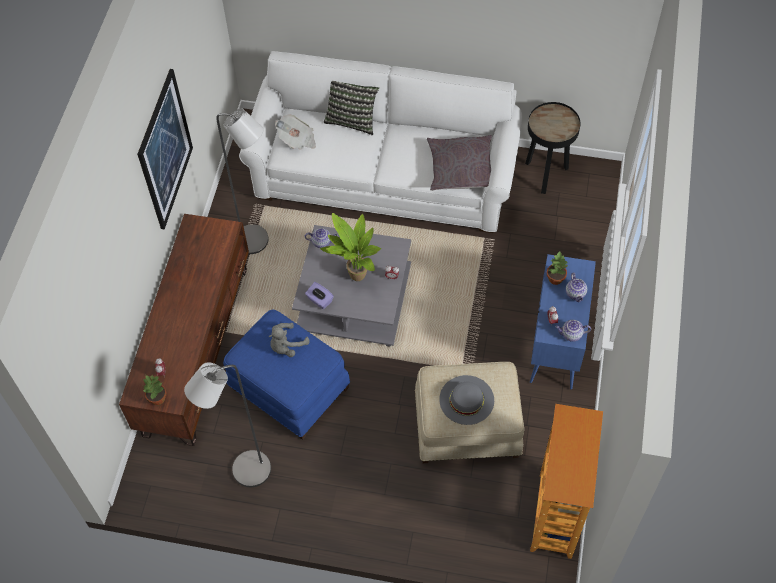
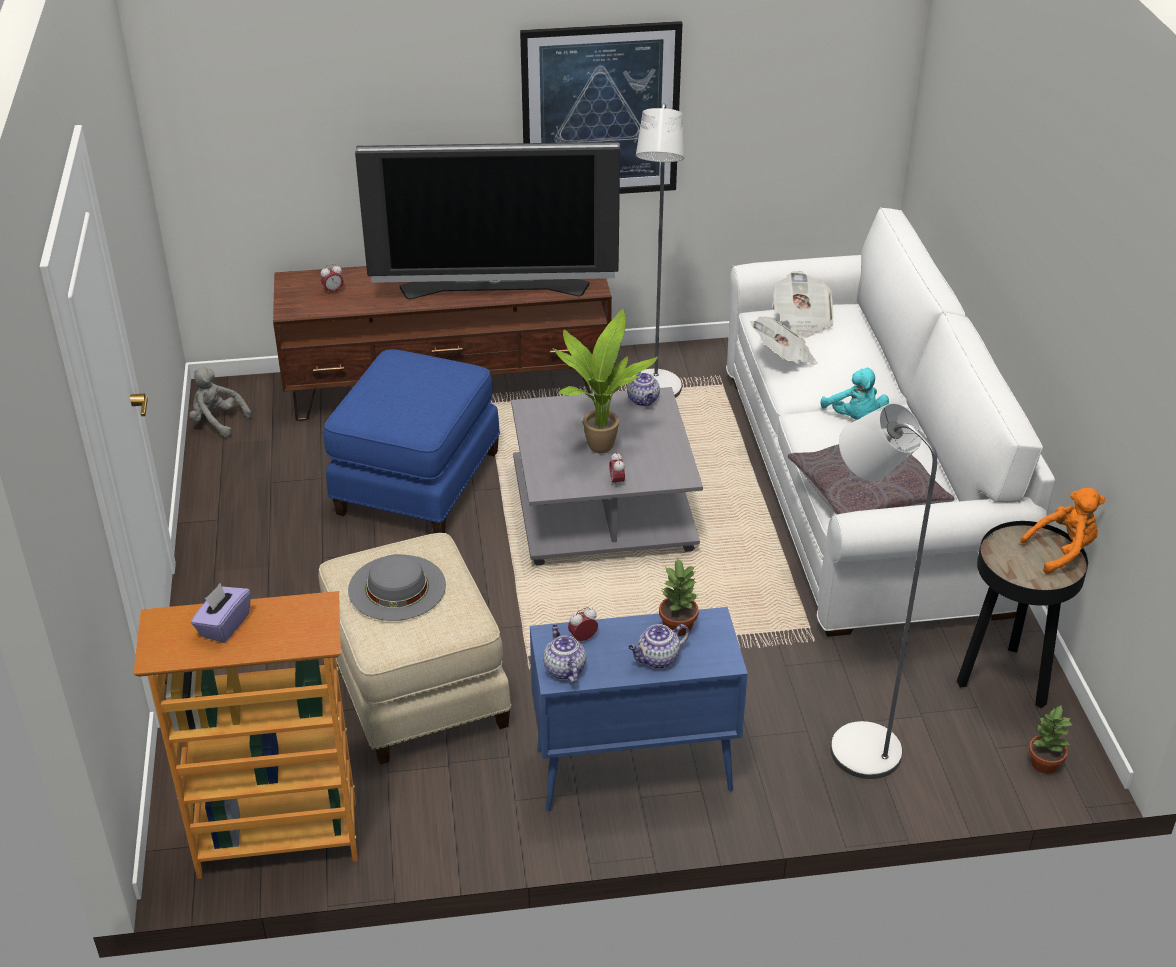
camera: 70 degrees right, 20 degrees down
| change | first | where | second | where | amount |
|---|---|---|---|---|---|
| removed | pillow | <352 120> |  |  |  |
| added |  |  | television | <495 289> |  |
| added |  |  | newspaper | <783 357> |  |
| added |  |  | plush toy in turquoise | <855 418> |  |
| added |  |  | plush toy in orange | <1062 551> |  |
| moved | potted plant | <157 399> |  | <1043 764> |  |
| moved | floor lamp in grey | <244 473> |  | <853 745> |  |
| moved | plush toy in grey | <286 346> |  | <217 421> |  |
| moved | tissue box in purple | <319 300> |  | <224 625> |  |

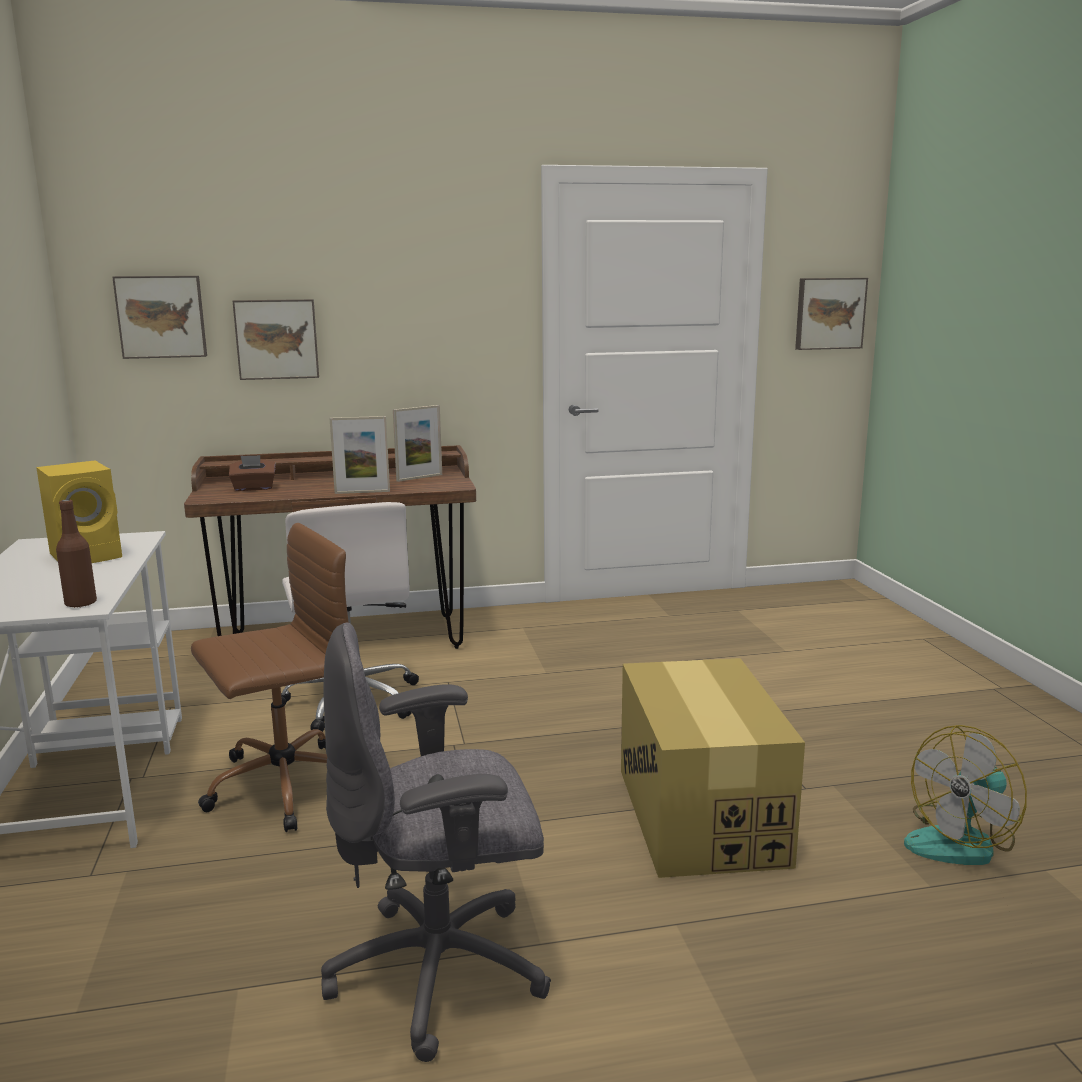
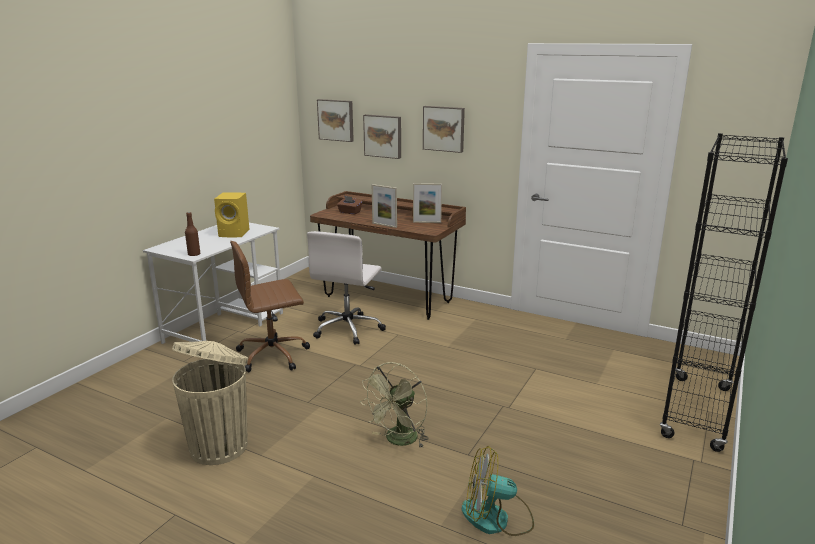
camera: 40 degrees right, 5 degrees up
| change | first | where | second | where | amount |
|---|---|---|---|---|---|
| added |  |  | bookcase in black | <697 412> |  |
| moved | picture | <829 313> |  | <444 128> |  |
| replaced | office chair in grey | <442 971> | trash can in beige | <220 446> |  |
| replaced | cardboard box | <700 815> | fan in green | <398 441> |  |
| turned | office chair in brown | <281 786> |  | <274 355> | 150 degrees clockwise |

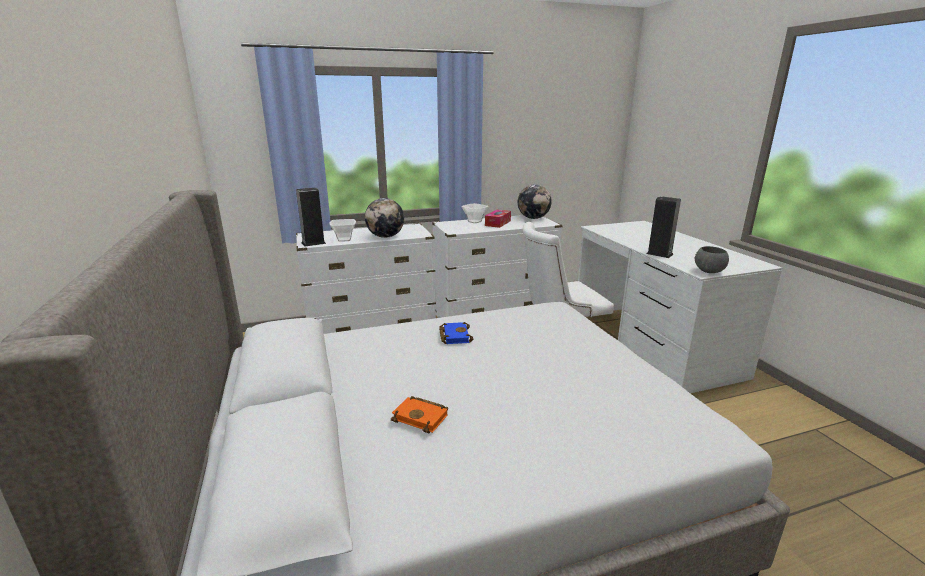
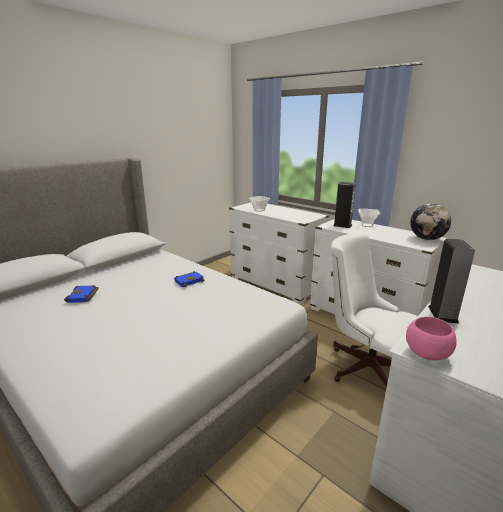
camera: 60 degrees right, 0 degrees up
| change | first | where | second | where | amount |
|---|---|---|---|---|---|
| removed | globe | <385 236> |  |  |  |
| removed | tissue box | <498 223> |  |  |  |
| moved | speaker | <313 243> |  | <342 225> |  |
| recoloured | book in orange | <422 417> | book in blue | <83 296> |  |
| recoloured | bowl in grey | <708 272> | bowl in pink | <426 354> |  |

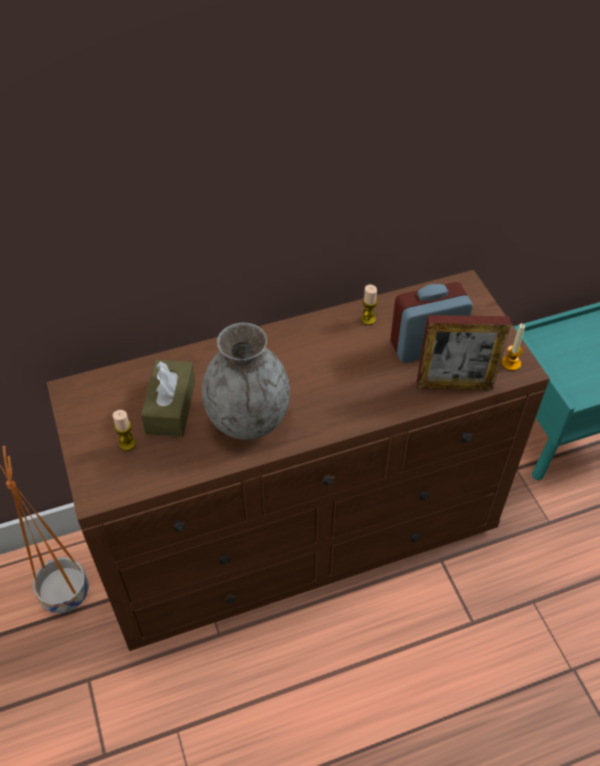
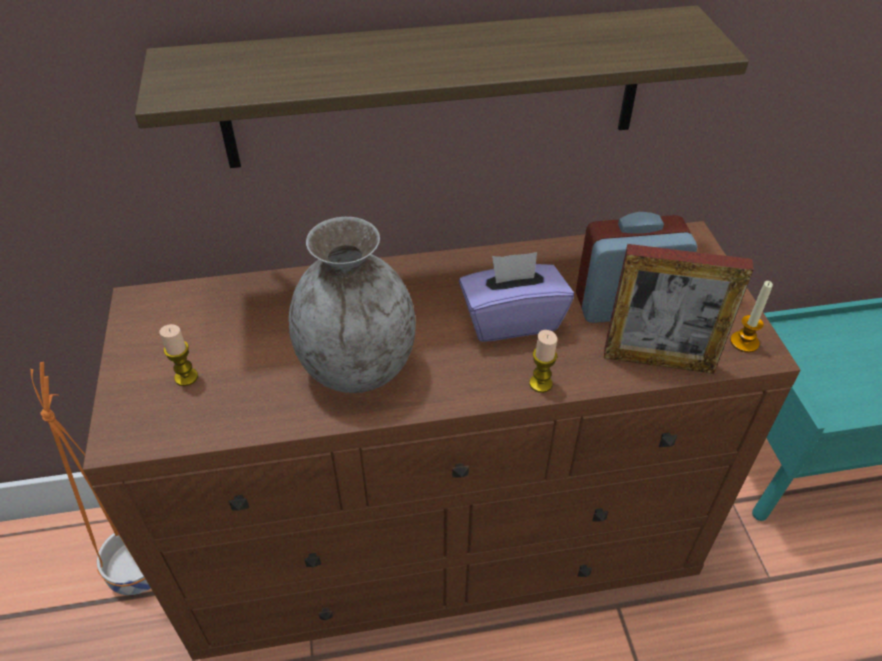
camera: 10 degrees right, 5 degrees down
| change | first | where | second | where | amount |
|---|---|---|---|---|---|
| removed | tissue box in brown | <170 407> |  |  |  |
| added |  |  | shelf | <434 89> |  |
| added |  |  | tissue box in purple | <511 319> |  |
| moved | candle | <368 319> |  | <540 383> |  |

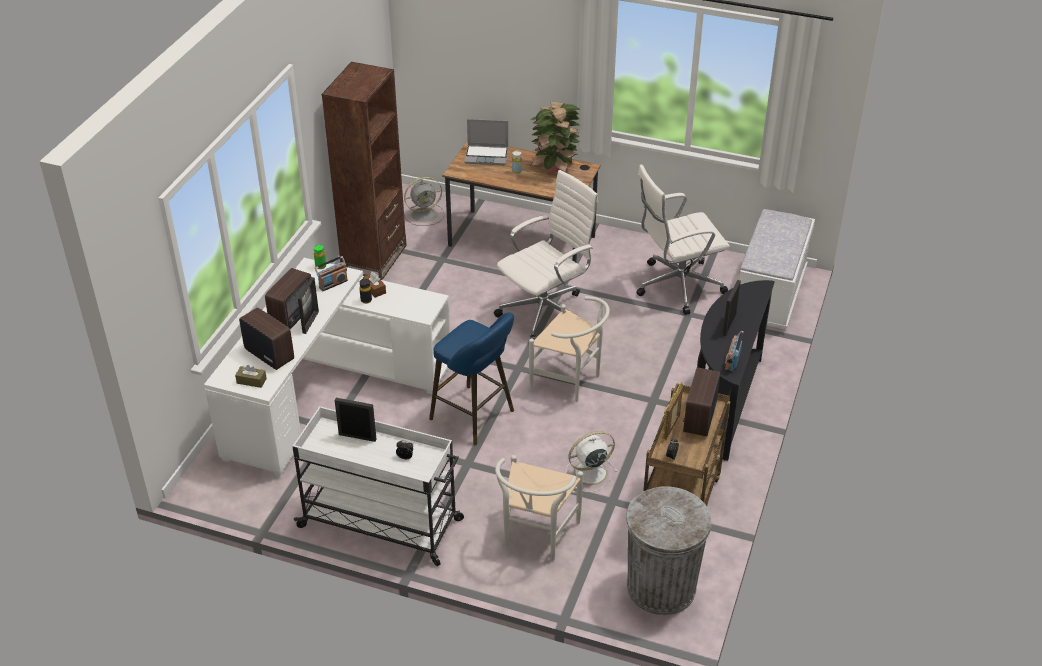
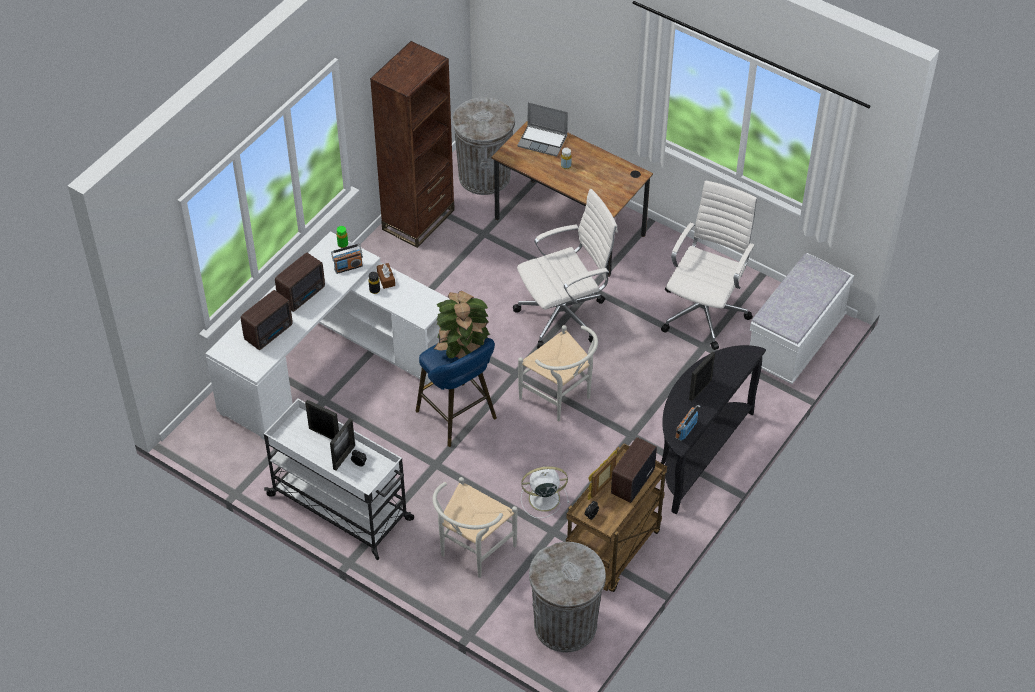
camera: 15 degrees right, 10 degrees up
| change | first | where | second | where | amount |
|---|---|---|---|---|---|
| removed | tissue box in brown | <251 381> |  |  |  |
| moved | picture frame | <310 322> |  | <344 457> |  |
| moved | potted plant | <554 169> |  | <462 353> |  |
| replaced | fan in grey | <425 214> | trash can in grey | <484 176> |  |
| turned | radio | <269 353> |  | <270 332> | 75 degrees clockwise |
| turned | office chair in white | <676 286> |  | <705 311> | 120 degrees clockwise |

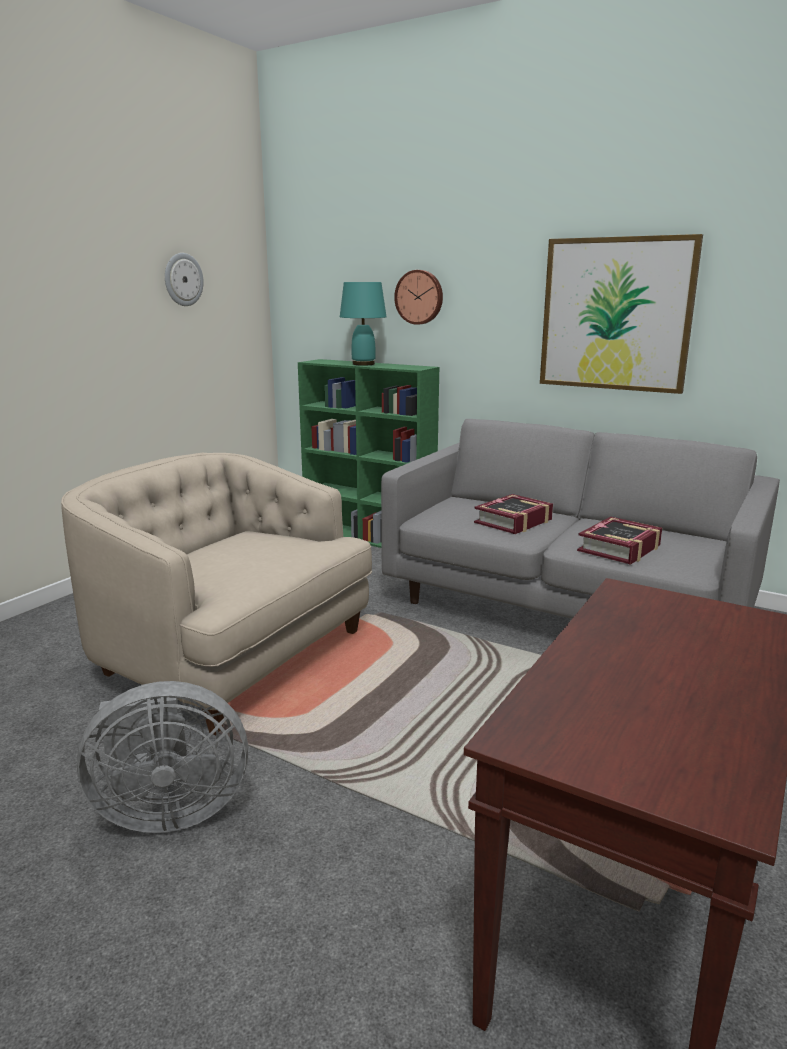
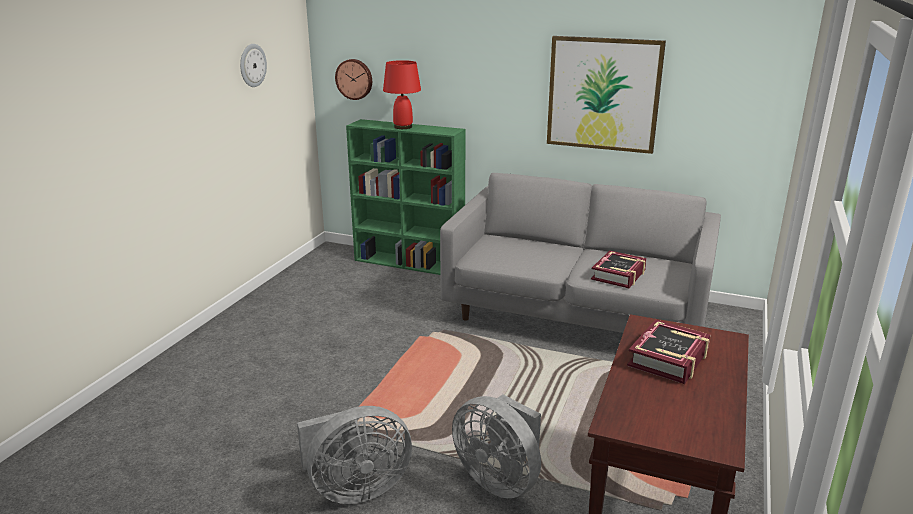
camera: 10 degrees left, 5 degrees up
| change | first | where | second | where | amount |
|---|---|---|---|---|---|
| removed | armchair in beige | <231 657> |  |  |  |
| added |  |  | fan in grey | <499 479> |  |
| moved | wall clock | <419 297> |  | <354 79> |  |
| moved | book | <513 521> |  | <669 359> |  |
| recoloured | table lamp in turquoise | <364 364> | table lamp in red | <403 127> |  |

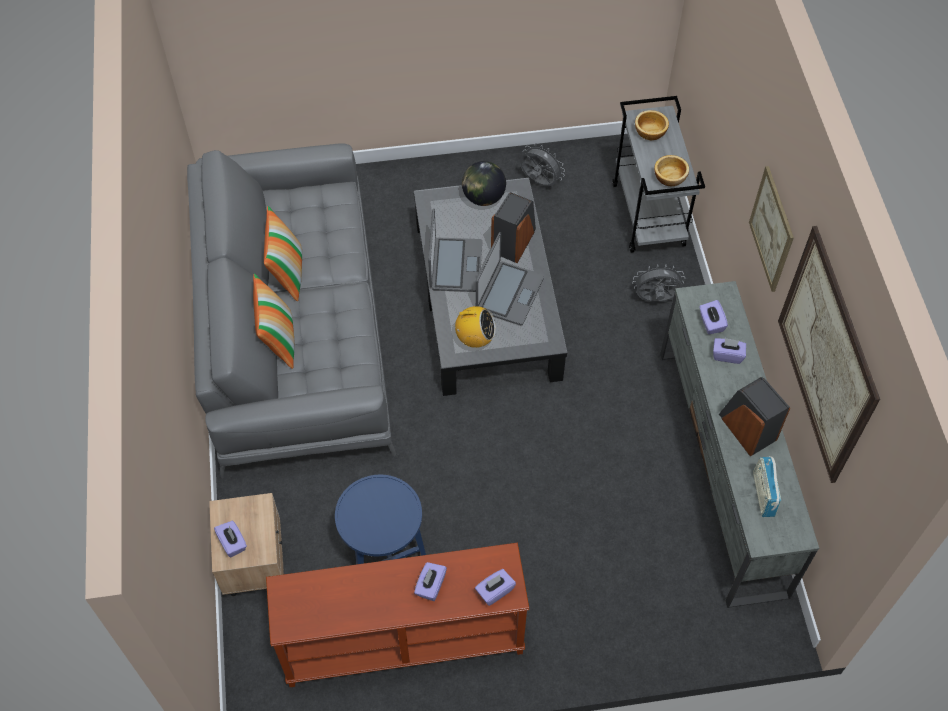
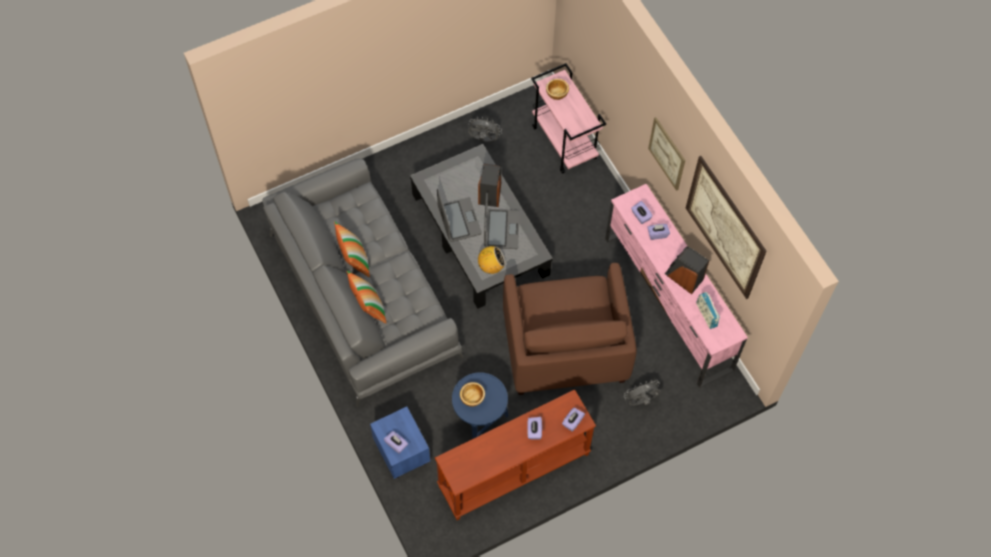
camera: 20 degrees left, 5 degrees up
| change | first | where | second | where | amount |
|---|---|---|---|---|---|
| removed | globe | <483 197> |  |  |  |
| added |  |  | armchair in brown | <564 346> |  |
| moved | fan in grey | <655 300> |  | <641 401> |  |
| moved | bowl | <670 177> |  | <472 397> |  |
| recoloured | nightstand in beige | <254 561> | nightstand in blue | <402 452> |  |
| recoloured | cart in grey | <649 215> | cart in pink | <565 143> |  |
| recoloured | tv stand in grey | <721 471> | tv stand in pink | <668 303> |  |

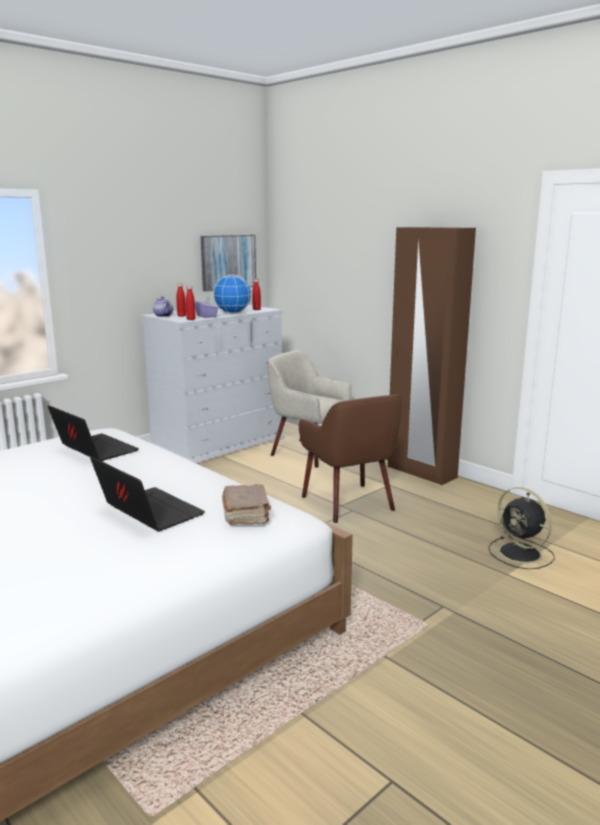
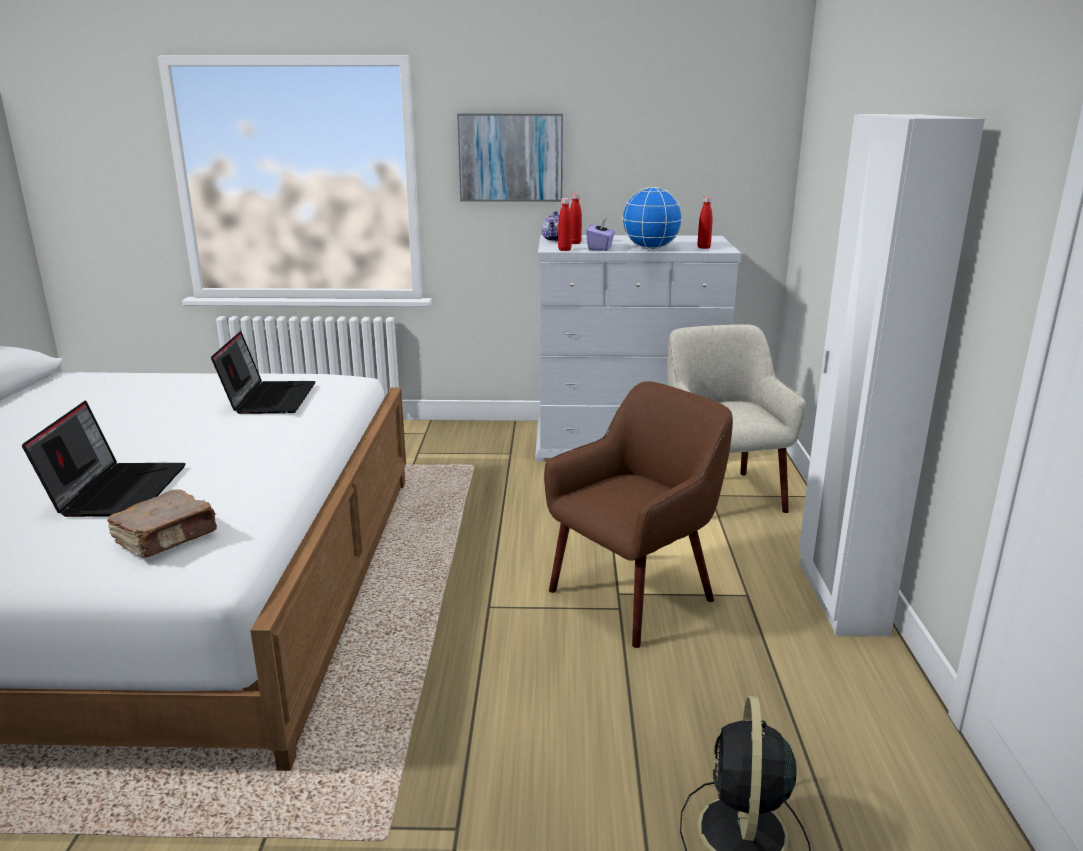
camera: 45 degrees right, 5 degrees up
| change | first | where | second | where | amount |
|---|---|---|---|---|---|
| moved | picture | <228 262> |  | <511 157> |  |
| recoloured | wardrobe in brown | <421 472> | wardrobe in white | <839 598> |  |
| turned | armchair in brown | <349 503> |  | <634 595> | 150 degrees counterclockwise |

